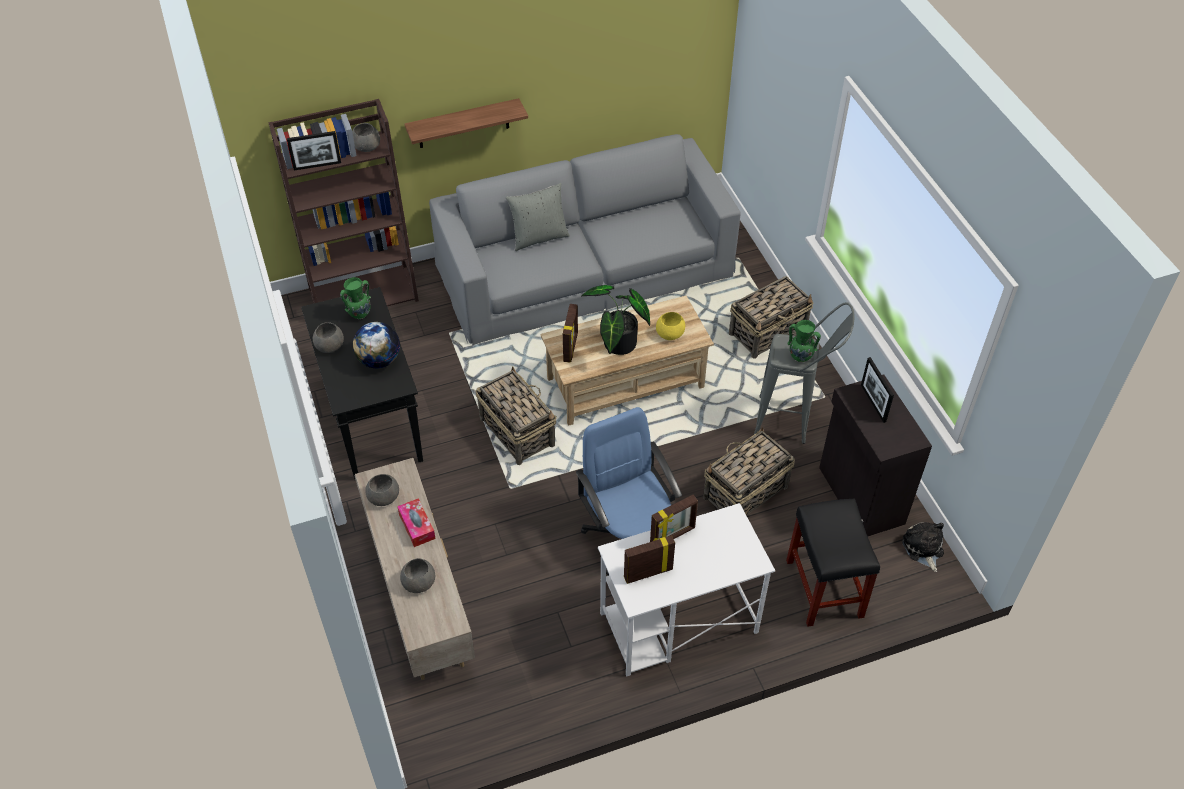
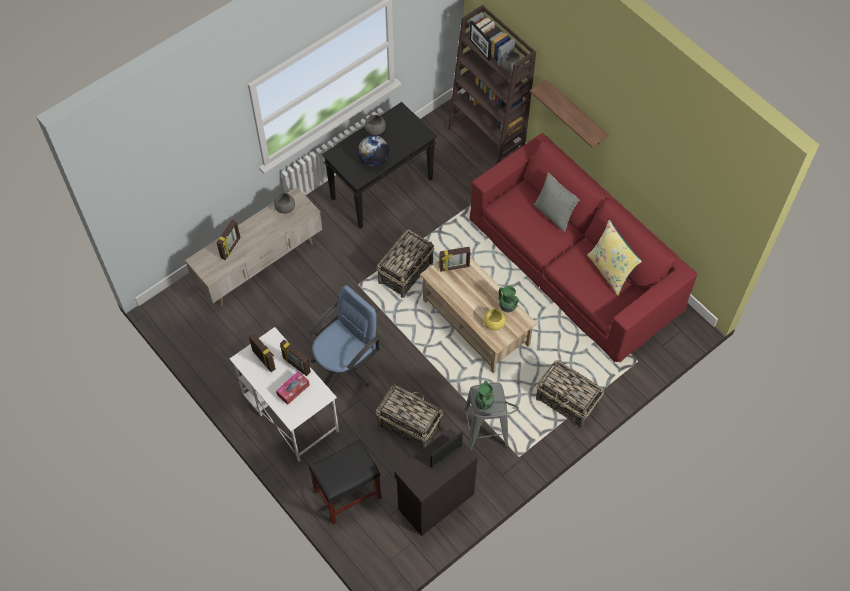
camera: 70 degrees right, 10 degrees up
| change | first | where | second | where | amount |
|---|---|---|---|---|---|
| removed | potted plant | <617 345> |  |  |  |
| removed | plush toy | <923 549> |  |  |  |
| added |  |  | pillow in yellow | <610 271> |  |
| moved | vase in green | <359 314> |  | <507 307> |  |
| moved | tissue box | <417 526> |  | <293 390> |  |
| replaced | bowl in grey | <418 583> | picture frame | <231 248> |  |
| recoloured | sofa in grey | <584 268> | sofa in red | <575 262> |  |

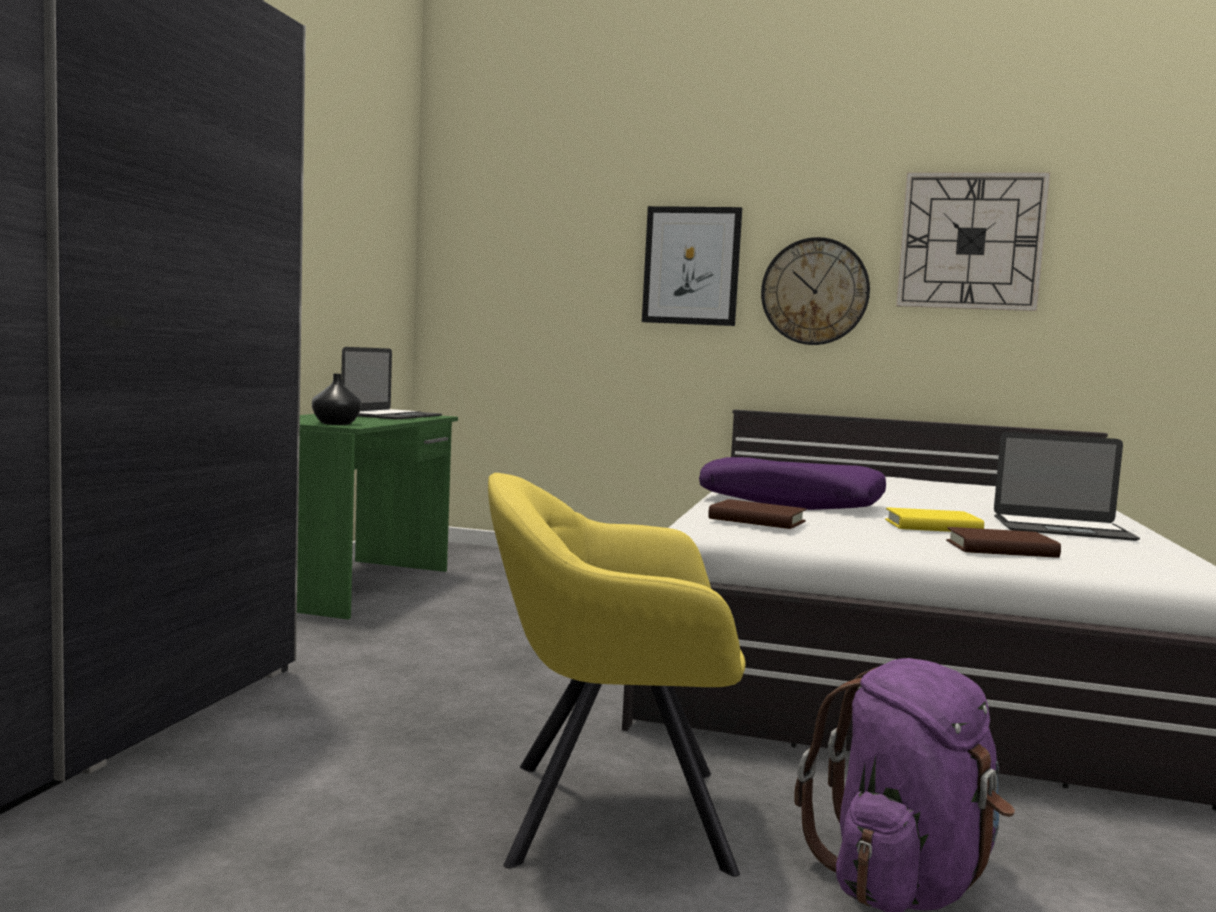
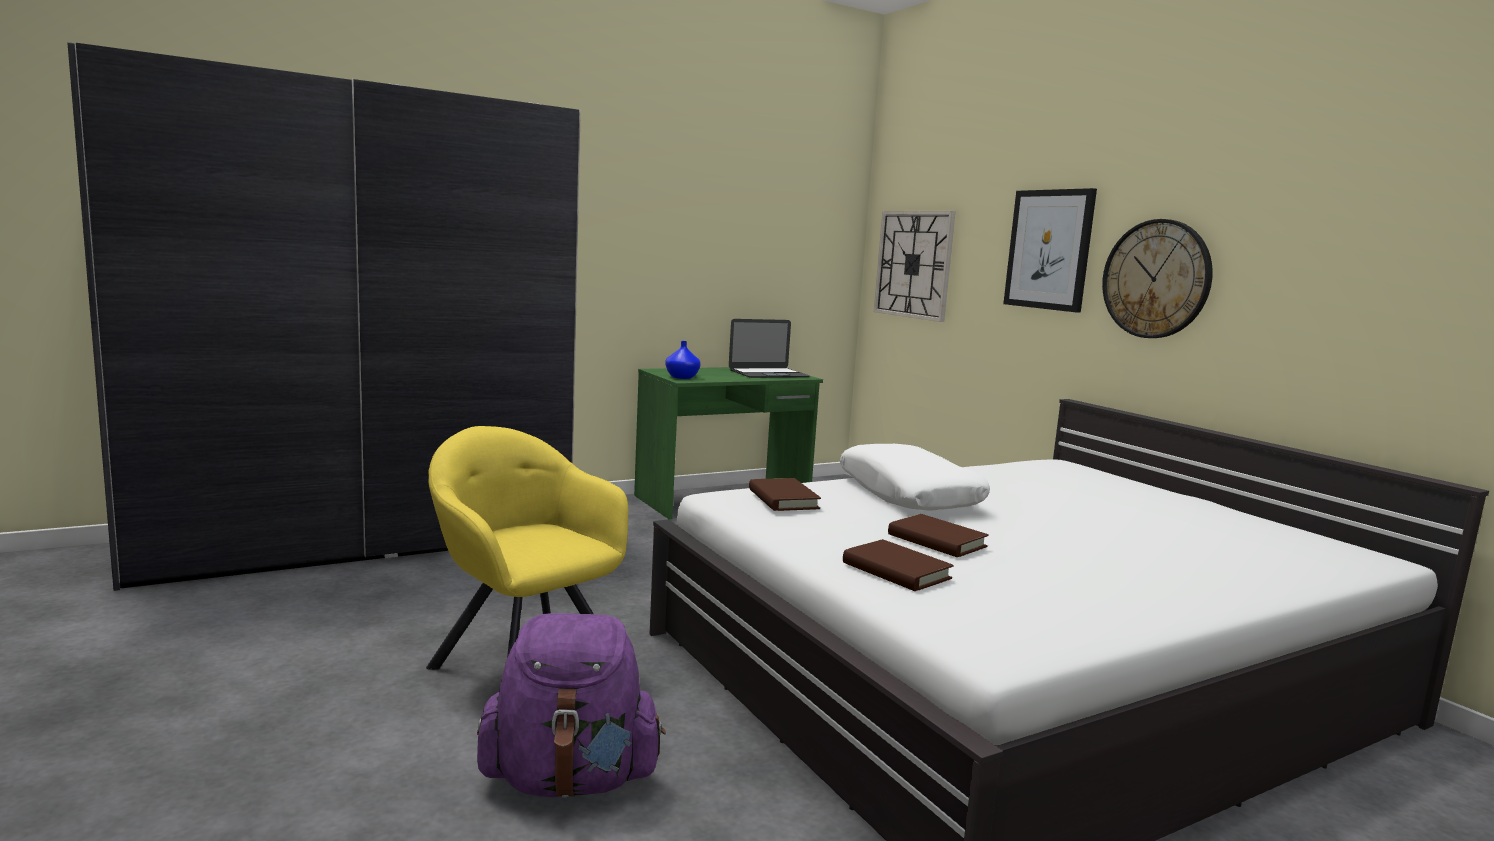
camera: 45 degrees right, 5 degrees up
| change | first | where | second | where | amount |
|---|---|---|---|---|---|
| removed | laptop | <1062 528> |  |  |  |
| moved | wall clock | <970 241> |  | <913 264> |  |
| recoloured | vase in black | <337 423> | vase in blue | <683 377> |  |
| recoloured | pillow in purple | <791 502> | pillow in white | <909 494> |  |
| recoloured | book in yellow | <932 526> | book in brown | <936 541> |  |

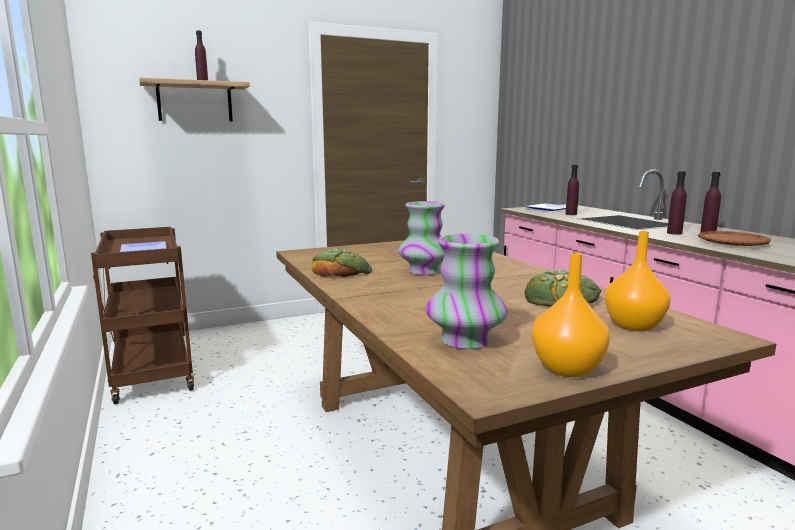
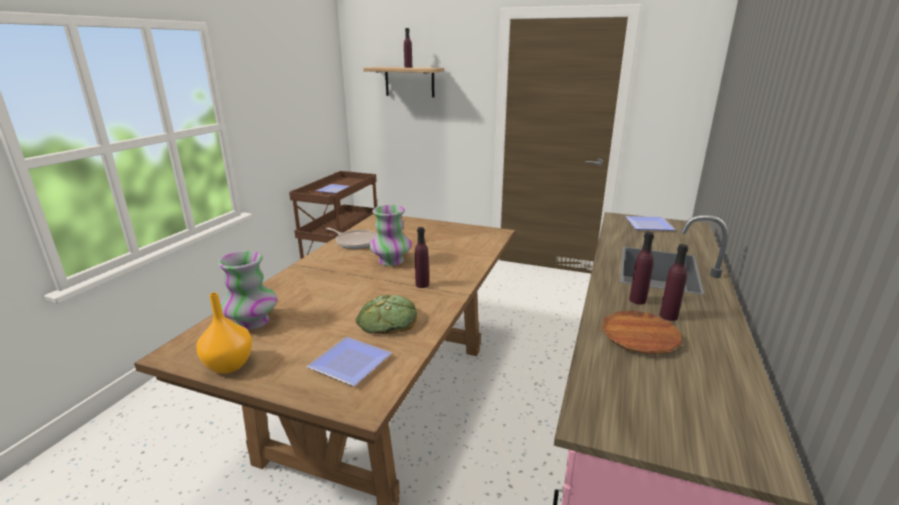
camera: 45 degrees right, 10 degrees up
| change | first | where | second | where | amount |
|---|---|---|---|---|---|
| moved | bottle in purple | <571 214> |  | <422 284> |  |
| replaced | bread | <340 270> | frying pan | <355 242> |  |
| replaced | vase in orange | <633 326> | plate | <347 364> |  |

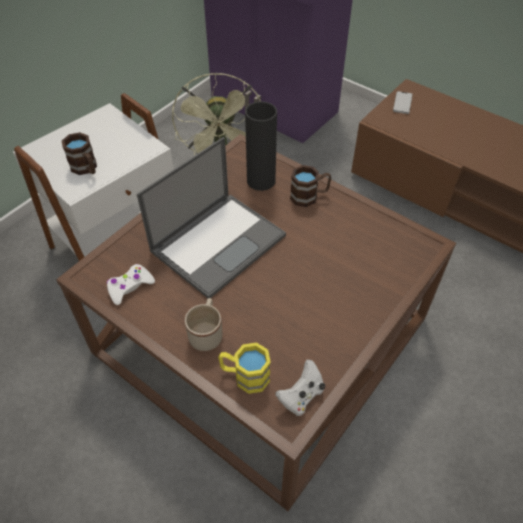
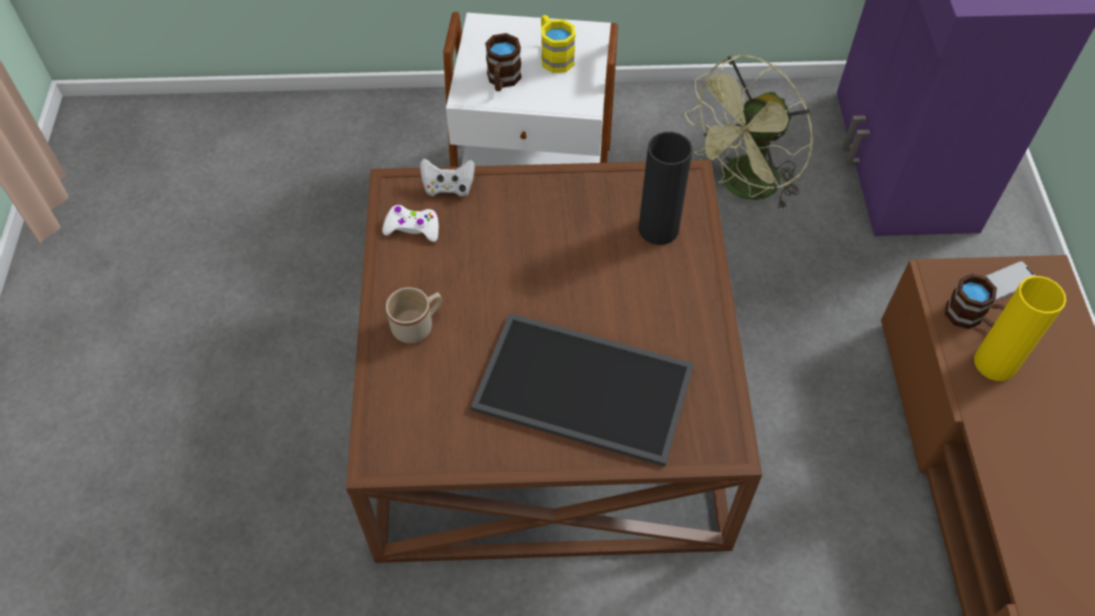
camera: 50 degrees right, 5 degrees up
| change | first | where | second | where | amount |
|---|---|---|---|---|---|
| removed | laptop | <219 242> |  |  |  |
| added |  |  | tray | <586 386> |  |
| added |  |  | vase in yellow | <995 363> |  |
| moved | mug in yellow | <245 376> |  | <554 56> |  |
| moved | game controller in white | <301 396> |  | <448 187> |  |
| moved | mug in brown | <309 196> |  | <971 317> |  |

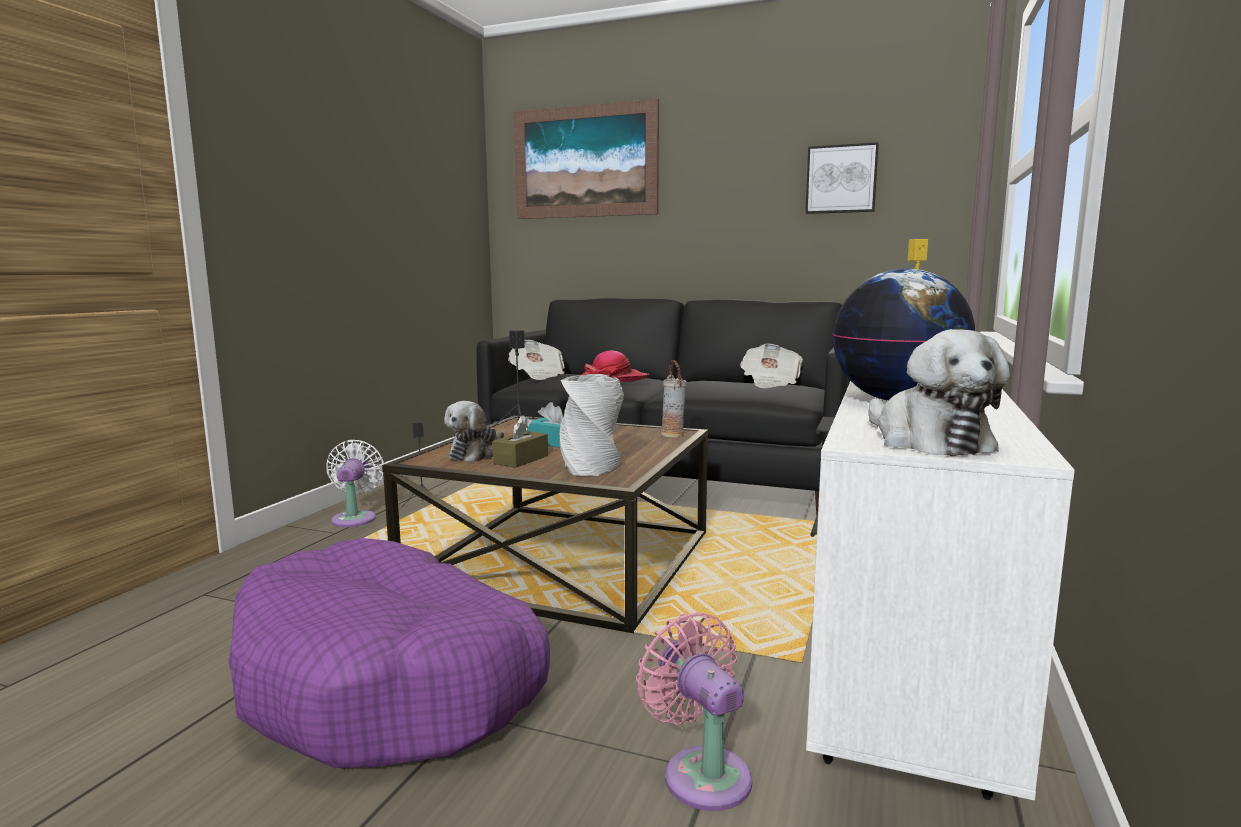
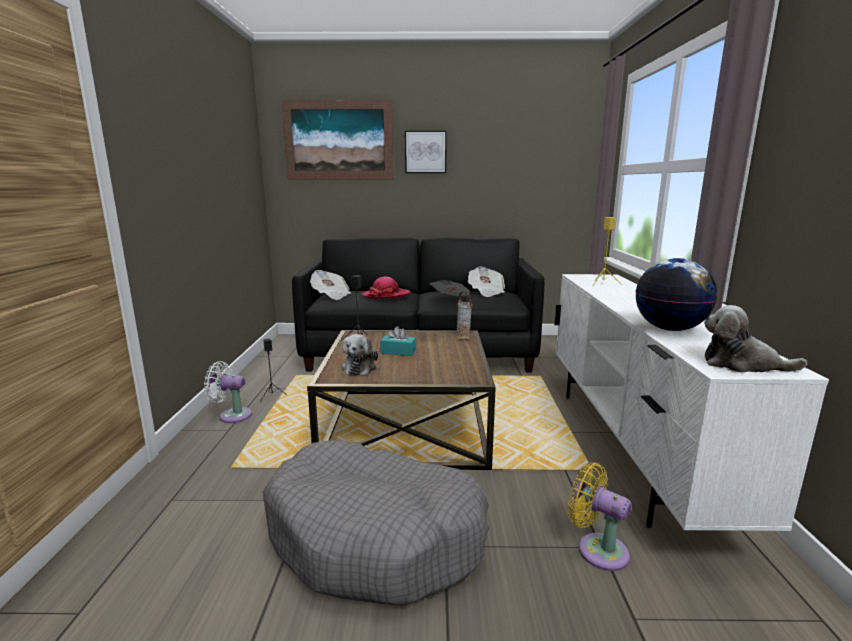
camera: 20 degrees left, 5 degrees up
| change | first | where | second | where | amount |
|---|---|---|---|---|---|
| removed | tissue box in brown | <521 459> |  |  |  |
| removed | vase in grey | <590 467> |  |  |  |
| added |  |  | newspaper | <451 300> |  |
| moved | picture | <841 179> |  | <425 152> |  |
| recoloured | dog bed in purple | <391 682> | dog bed in grey | <376 536> |  |
| recoloured | fan in pink | <702 772> | fan in yellow | <597 549> |  |
| turned | fan in white | <355 518> |  | <232 415> | 60 degrees counterclockwise |
| turned | plush toy | <927 441> |  | <742 364> | 150 degrees clockwise |

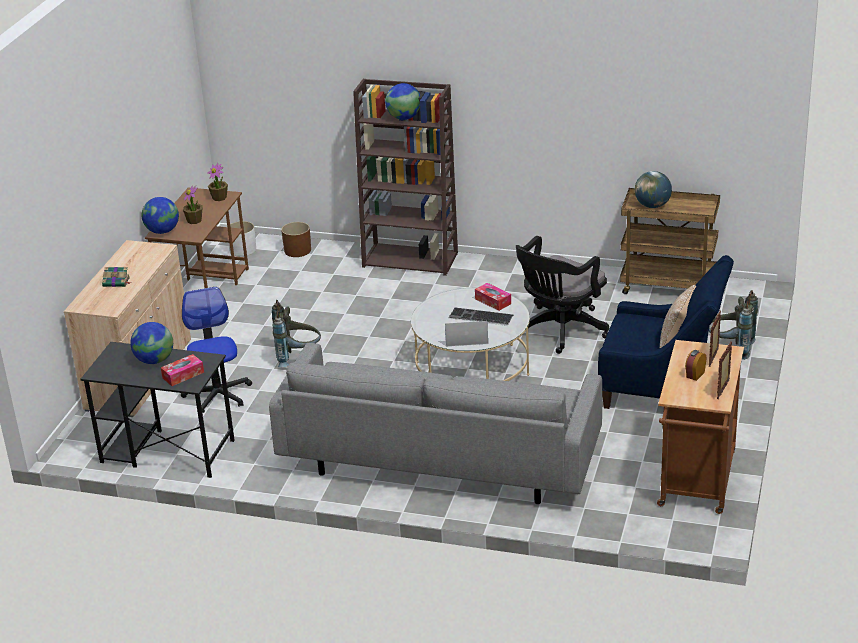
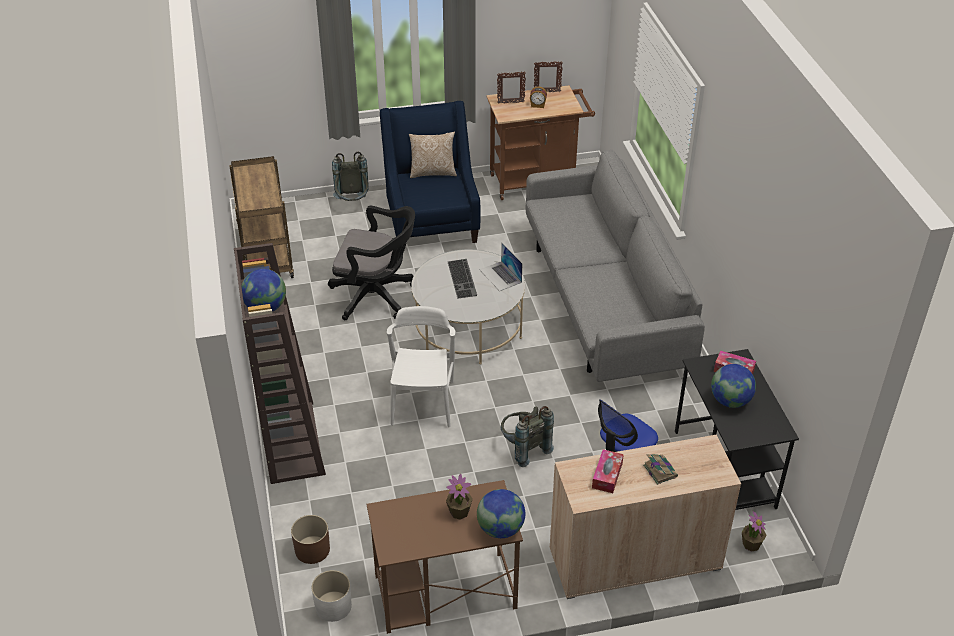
camera: 120 degrees left, 10 degrees up
| change | first | where | second | where | amount |
|---|---|---|---|---|---|
| removed | globe | <652 205> |  |  |  |
| added |  |  | chair in white | <423 403> |  |
| moved | potted plant | <219 198> |  | <751 544> |  |
| moved | tissue box | <493 301> |  | <607 475> |  |

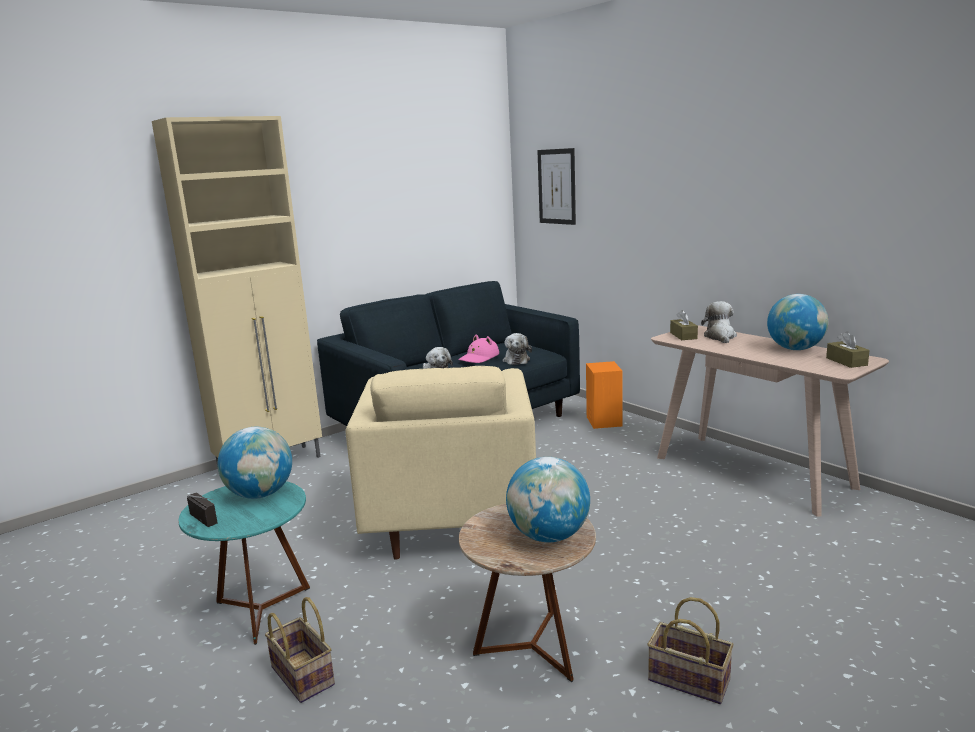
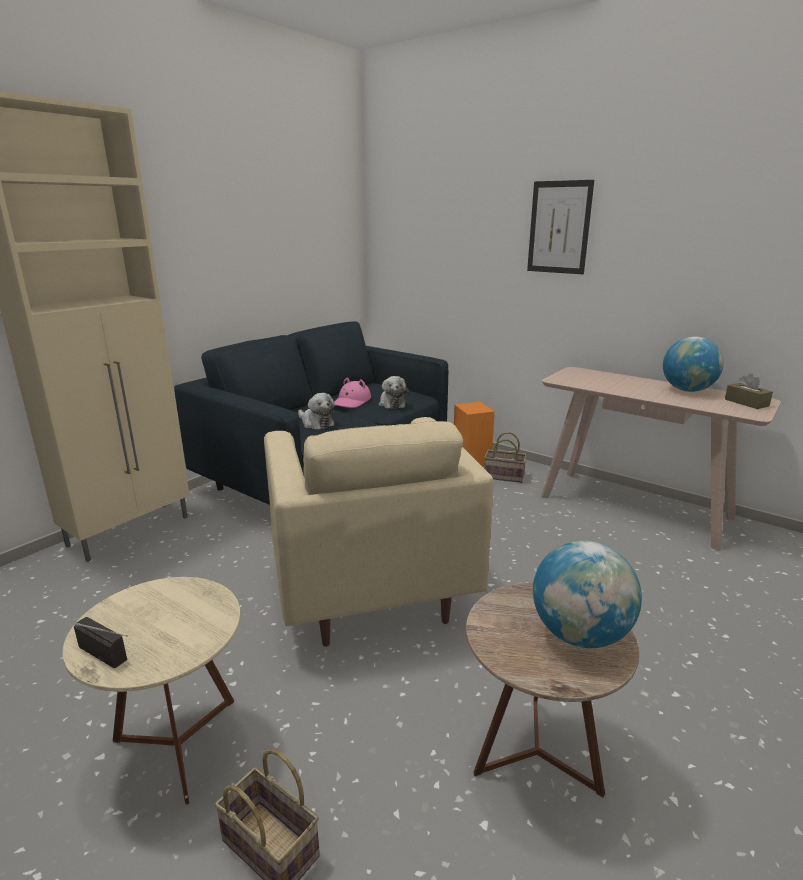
camera: 15 degrees left, 5 degrees up
| change | first | where | second | where | amount |
|---|---|---|---|---|---|
| removed | globe | <260 494> |  |  |  |
| removed | tissue box in brown | <683 336> |  |  |  |
| removed | plush toy | <720 337> |  |  |  |
| moved | picture | <557 186> |  | <559 227> |  |
| moved | basket | <686 680> |  | <502 476> |  |
| recoloured | side table in turquoise | <261 610> | side table in beige | <178 745> |  |

